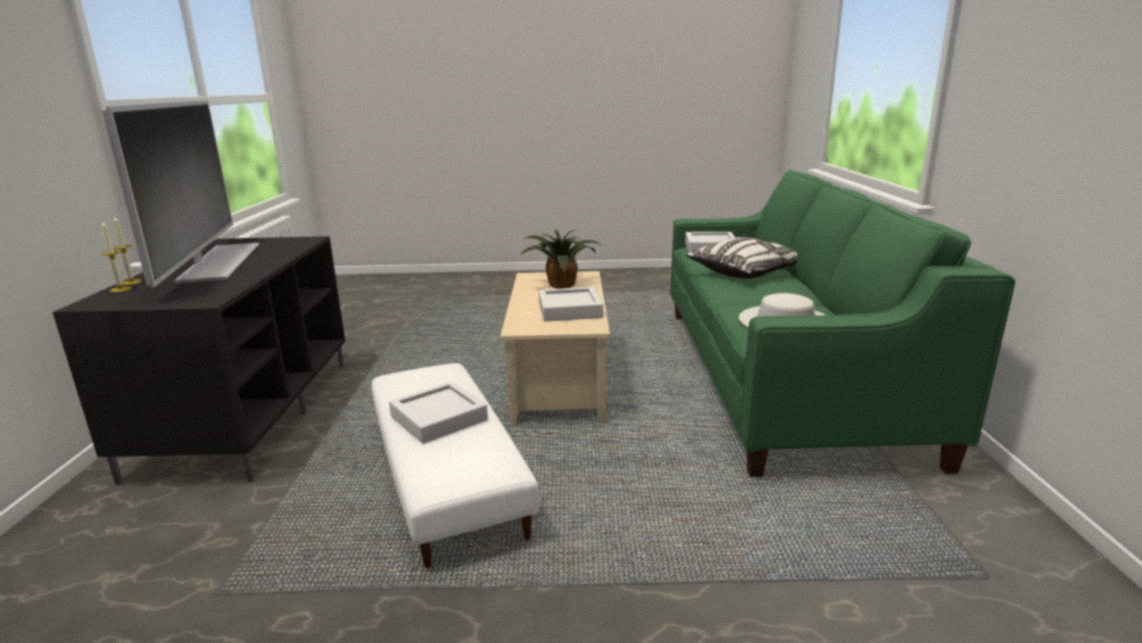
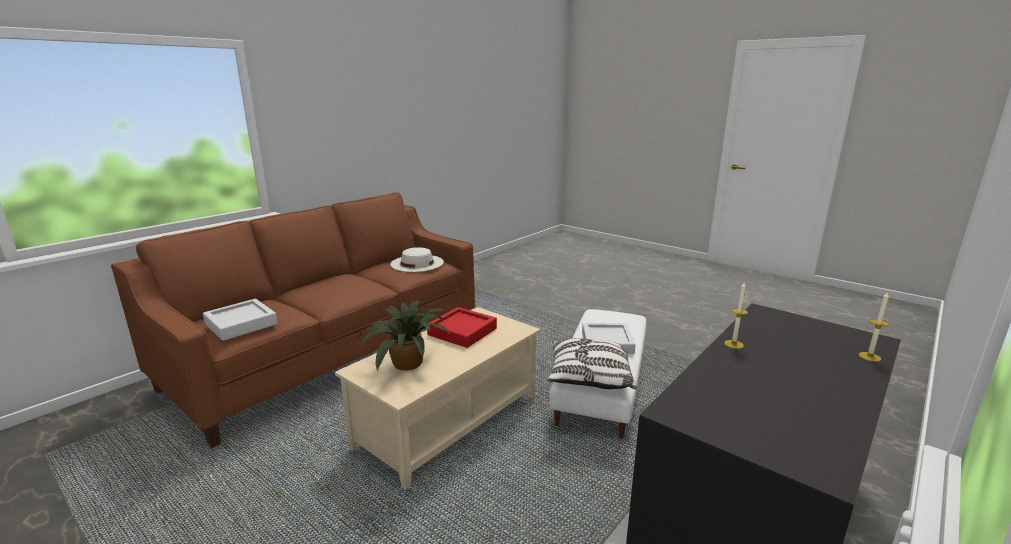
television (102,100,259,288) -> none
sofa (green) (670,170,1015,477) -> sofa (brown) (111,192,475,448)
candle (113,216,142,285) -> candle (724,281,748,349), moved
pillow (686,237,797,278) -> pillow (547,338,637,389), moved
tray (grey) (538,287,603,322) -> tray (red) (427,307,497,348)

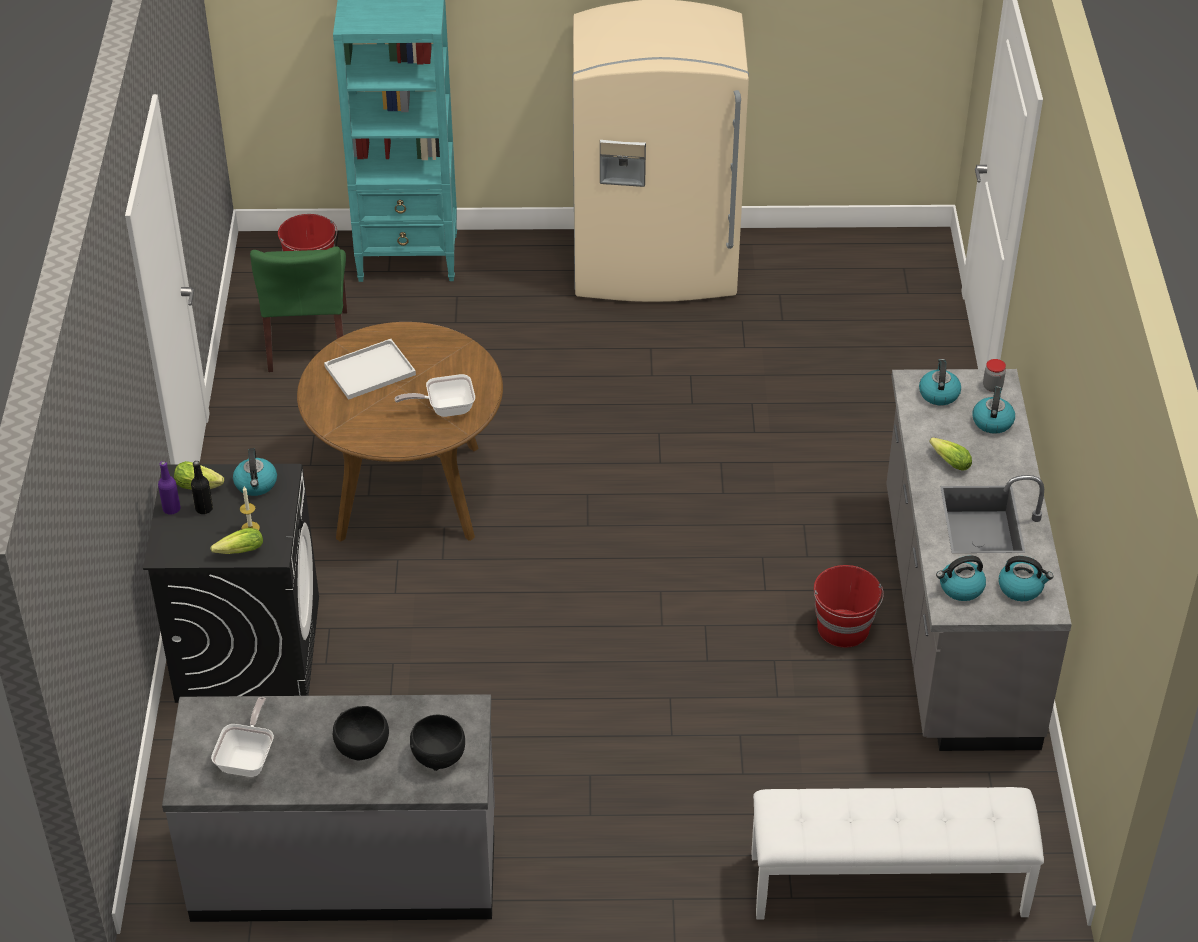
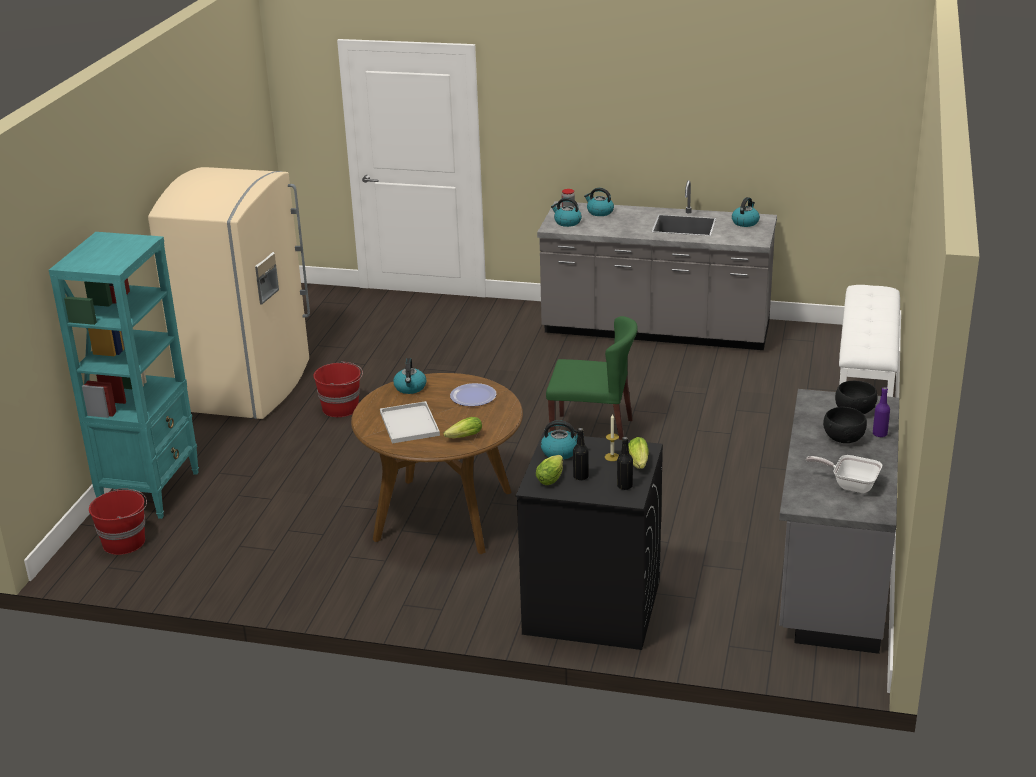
chair (green) (250,247,347,372) -> chair (green) (546,316,638,440), moved
frying pan (395,374,475,417) -> plate (450,383,497,406)
lettuce (930,437,972,471) -> lettuce (443,417,482,438), moved
bottle (purple) (158,461,181,515) -> bottle (purple) (873,387,890,437), moved
kettle (936,556,986,601) -> kettle (393,358,426,394), moved
bucket (red) (814,565,884,647) -> bucket (red) (313,361,363,417), moved
none -> bottle (black) (617,437,633,490)

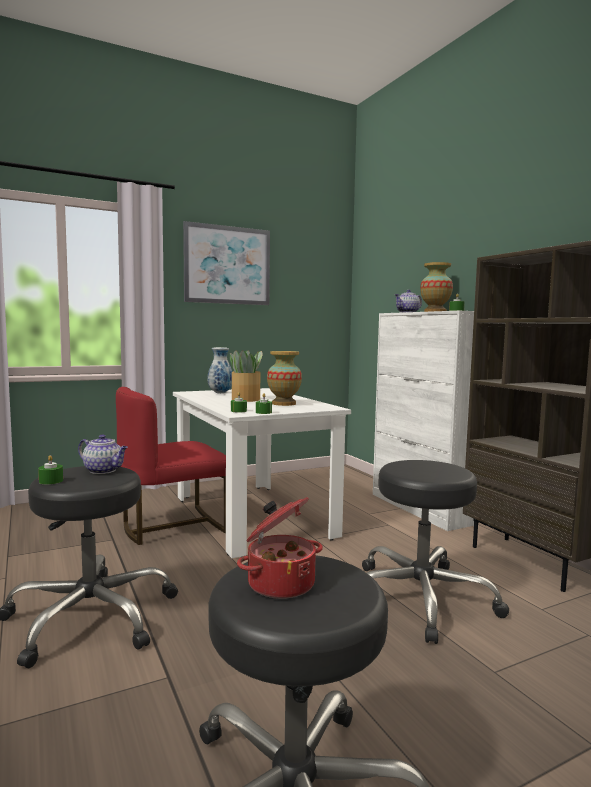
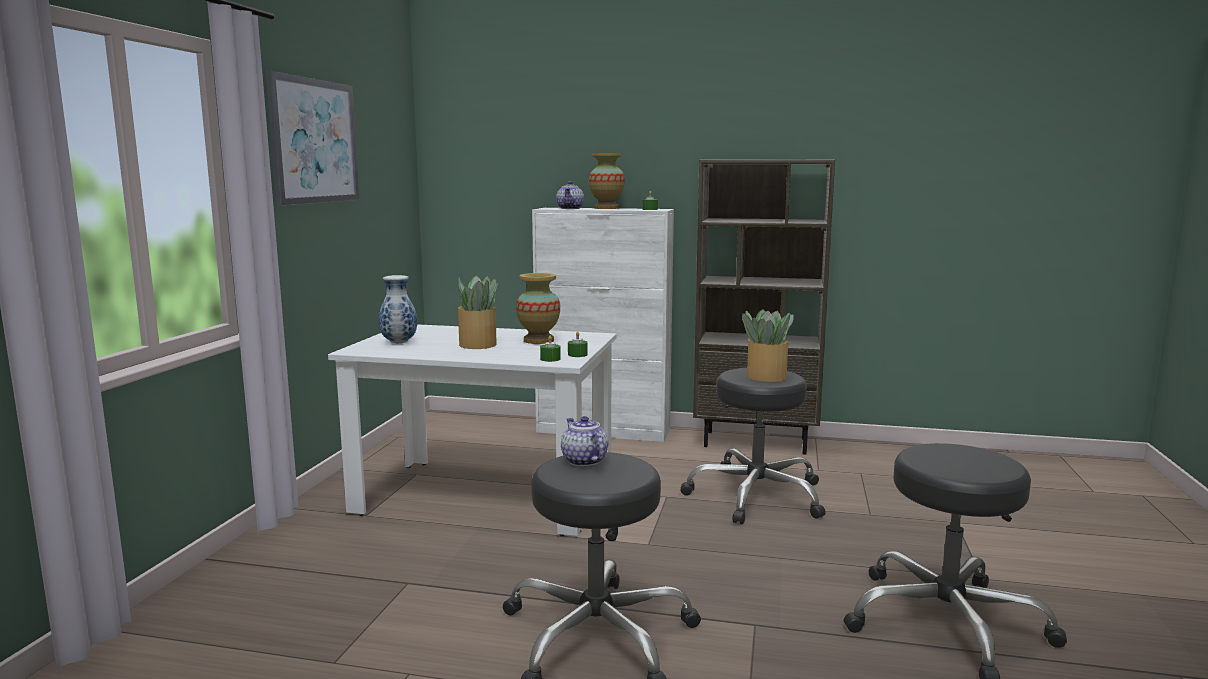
chair (red) (116,387,226,545) -> none
teapot (78,434,128,474) -> teapot (561,416,608,466), 90 degrees counterclockwise
candle (green) (38,455,63,485) -> none
cooking pot (237,497,323,599) -> none
none -> potted plant (742,309,793,382)

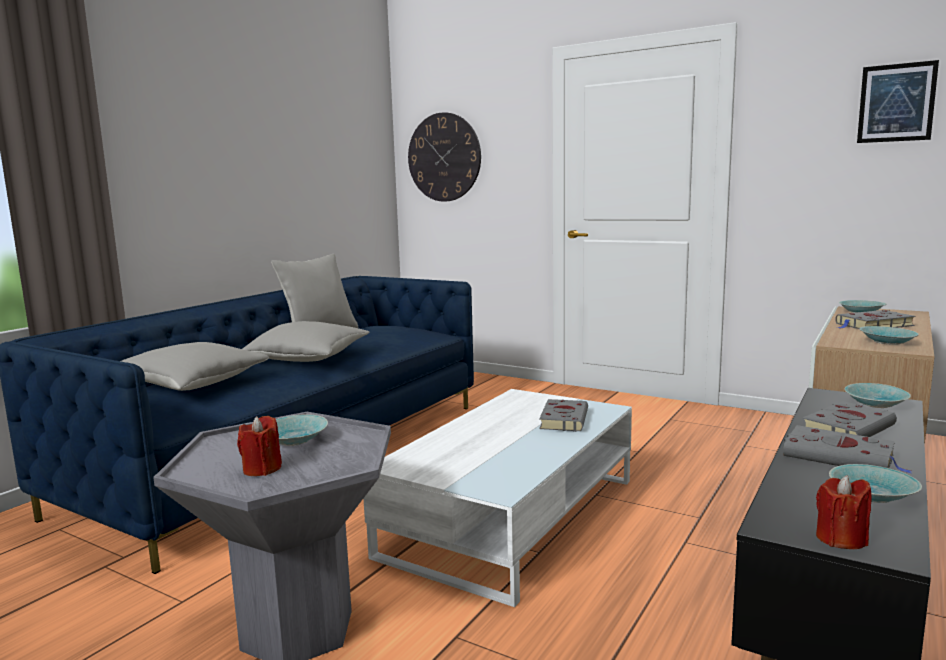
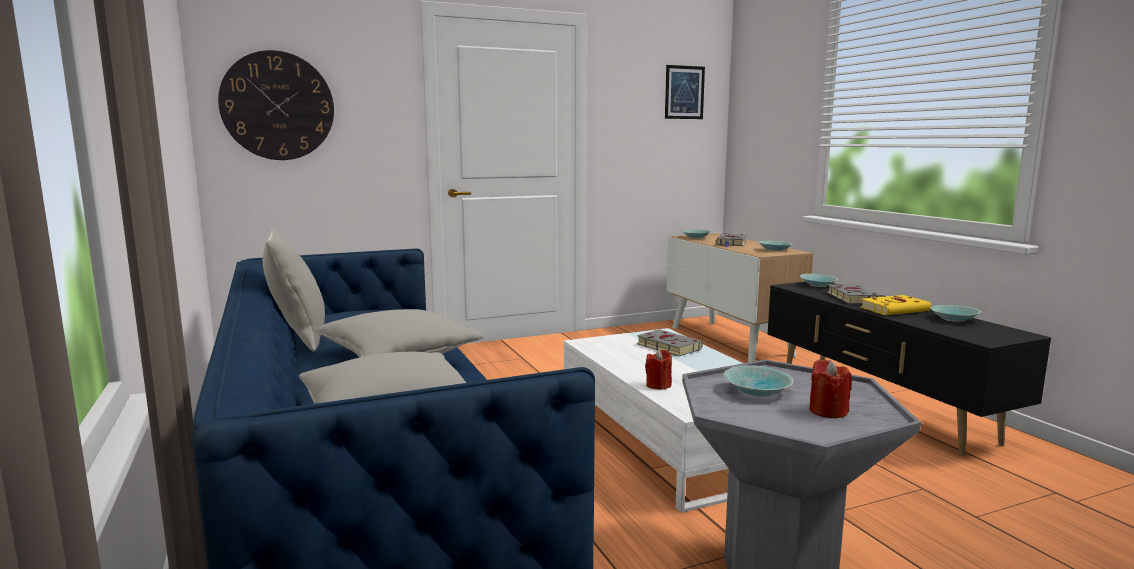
book (grey) (783,425,911,473) -> book (yellow) (860,295,931,315)
candle (red) (816,475,872,549) -> candle (red) (645,350,672,390), moved

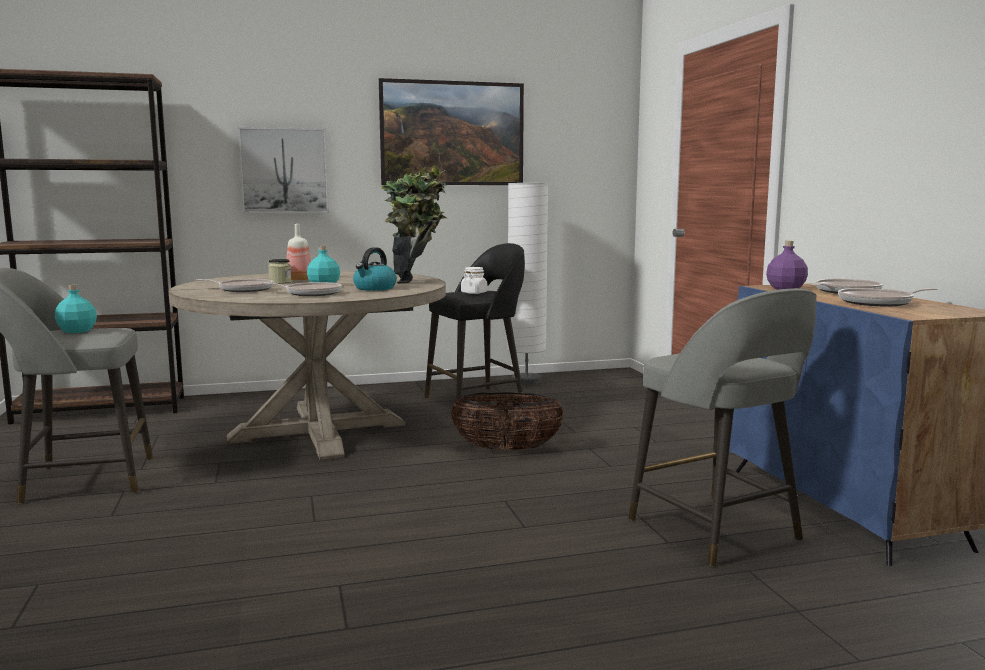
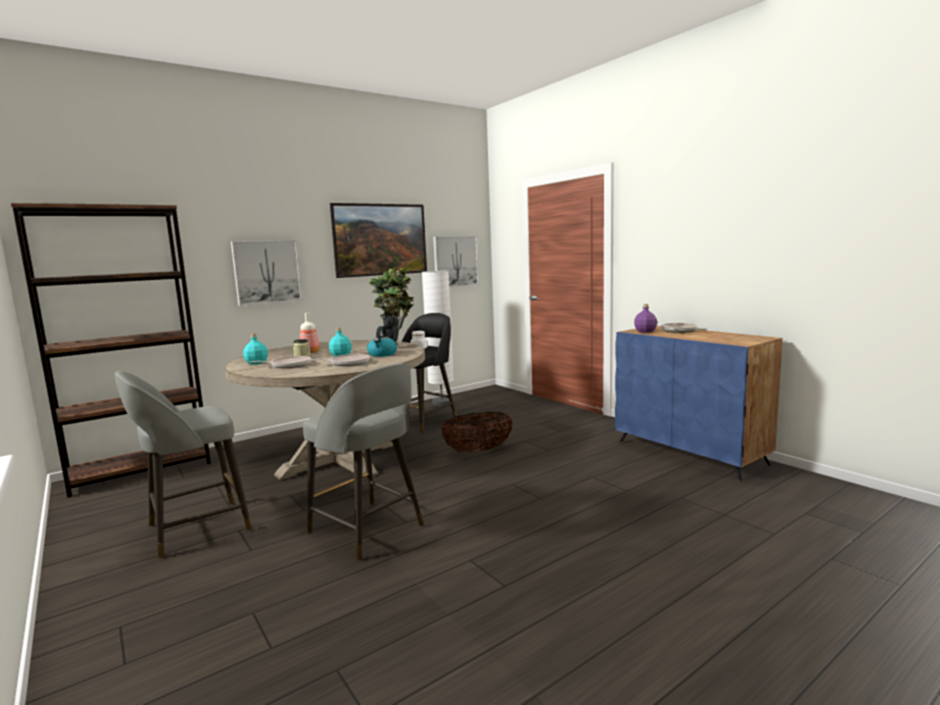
bottle (turquoise) (55,285,97,333) -> bottle (turquoise) (243,334,268,365), moved
stool (grey) (629,288,817,567) -> stool (grey) (303,364,424,561), moved
frying pan (838,288,938,307) -> none
none -> picture (433,236,479,288)

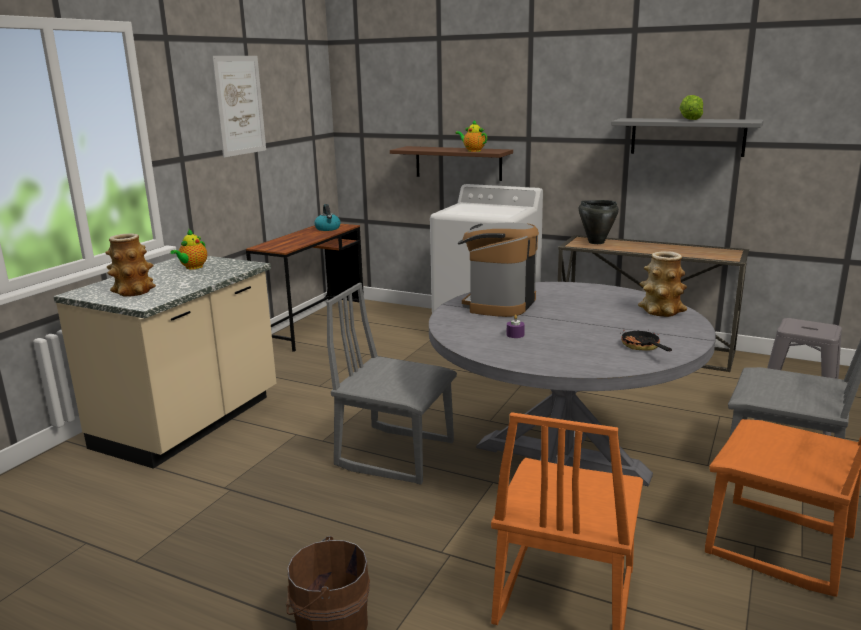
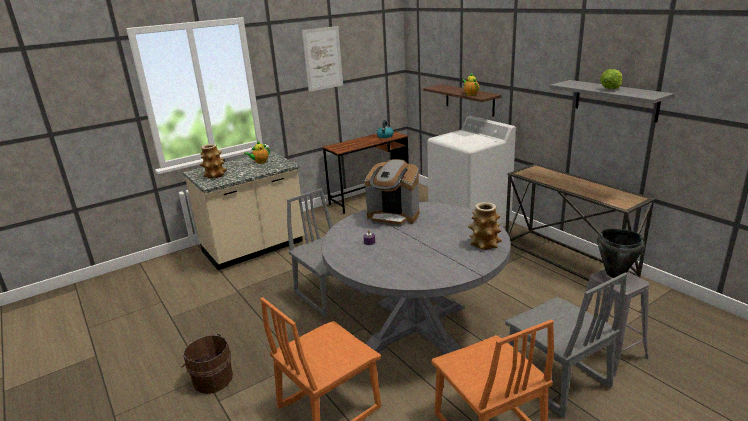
cooking pot (black) (579,200,619,244) -> cooking pot (black) (597,229,644,278), moved
coffee machine (458,223,539,317) -> coffee machine (364,159,420,227), 120 degrees counterclockwise
frying pan (621,324,672,351) -> none

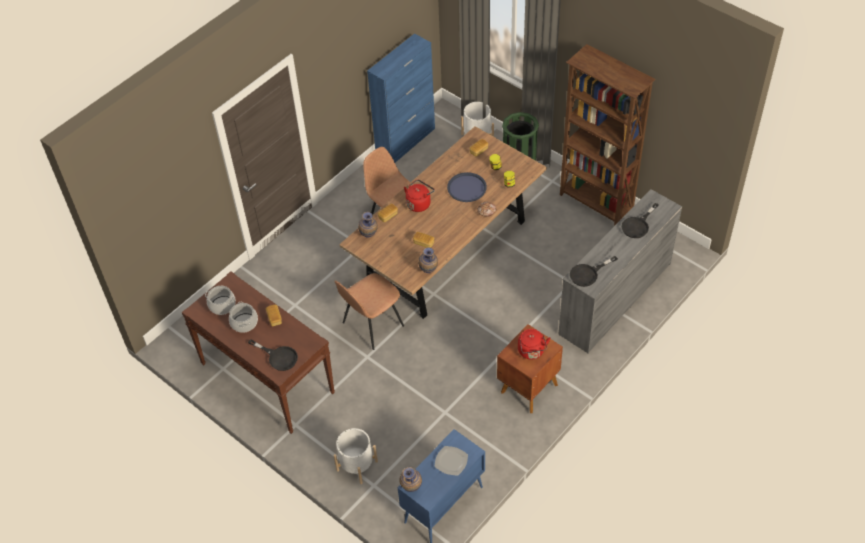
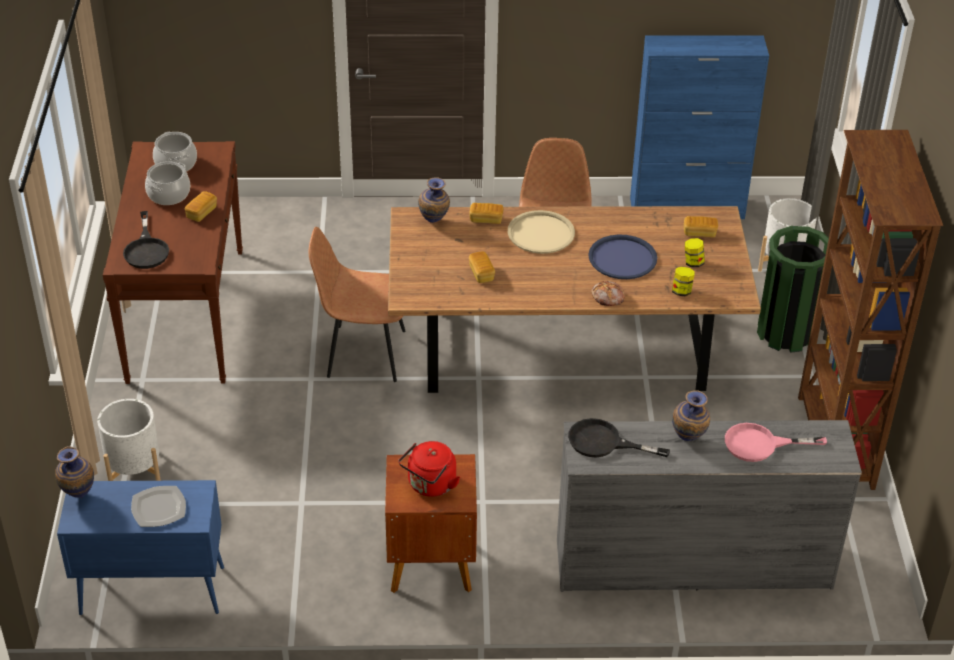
kettle (red) (404,179,435,212) -> tray (beige) (508,210,575,254)
frying pan (black) (622,203,659,238) -> frying pan (pink) (725,423,827,462)
vase (418,247,438,273) -> vase (672,390,710,441), moved

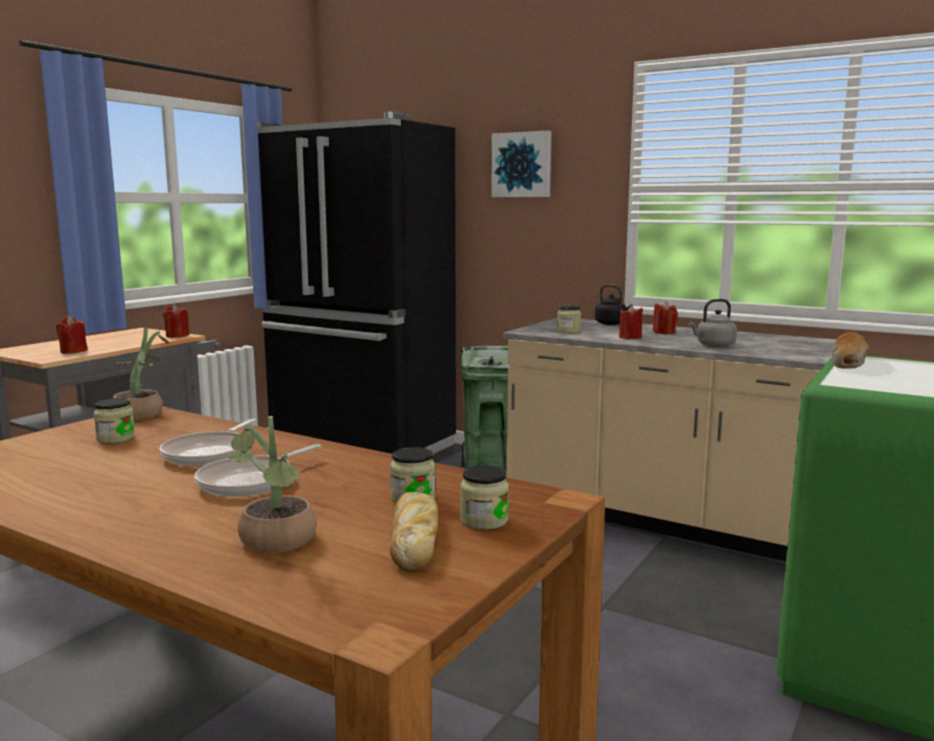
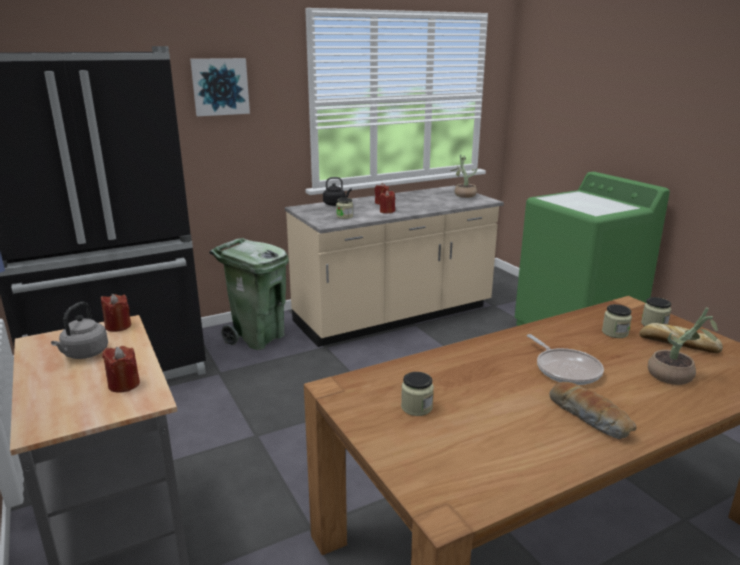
kettle (grey) (688,299,737,347) -> kettle (grey) (51,302,108,359), moved
potted plant (113,327,170,420) -> potted plant (451,155,478,198), moved
bread (831,332,869,369) -> bread (549,382,637,439), moved
frying pan (160,419,256,466) -> none

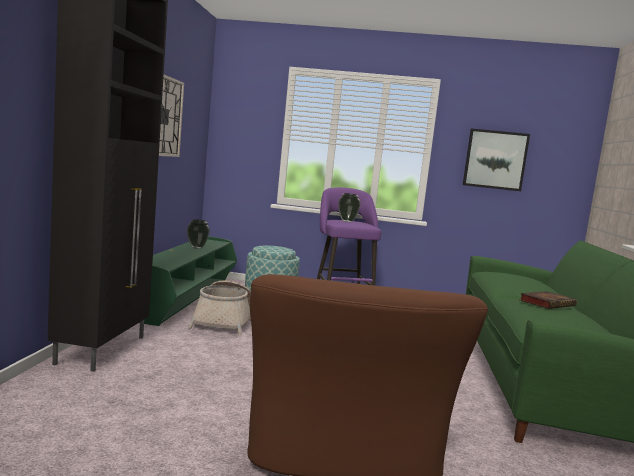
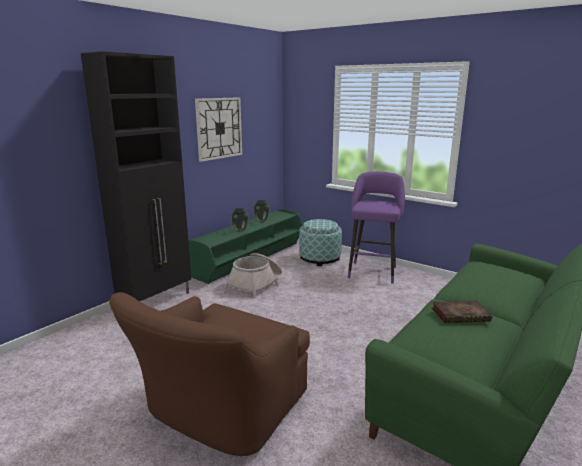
picture (463,128,530,191) -> none
vase (338,193,361,222) -> vase (231,208,249,232), moved

